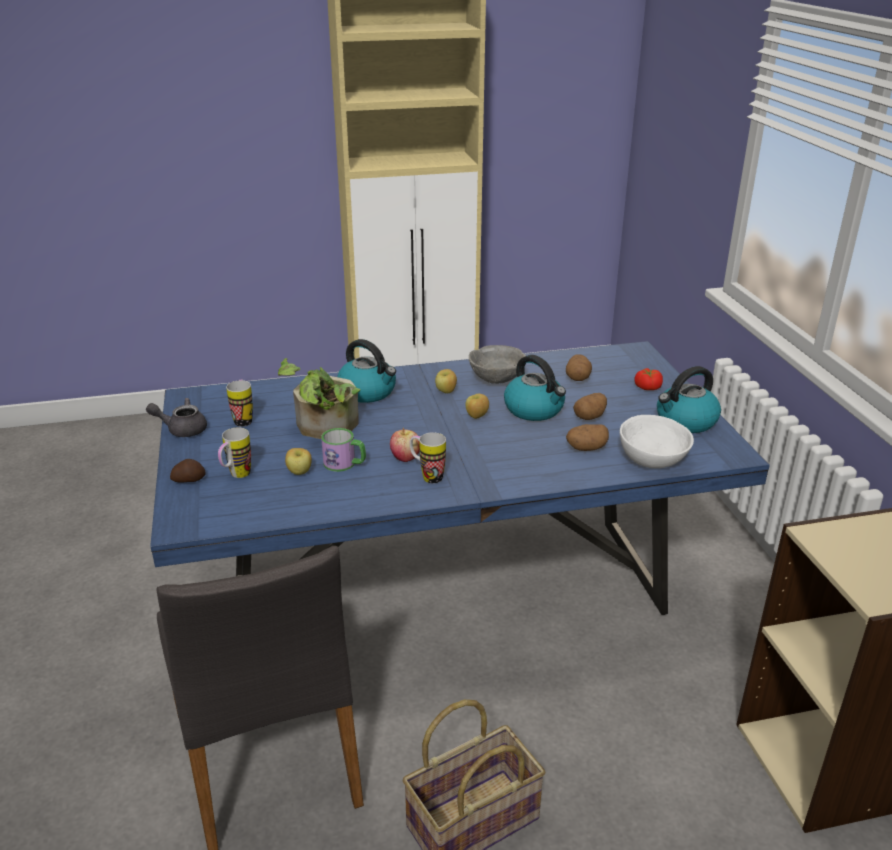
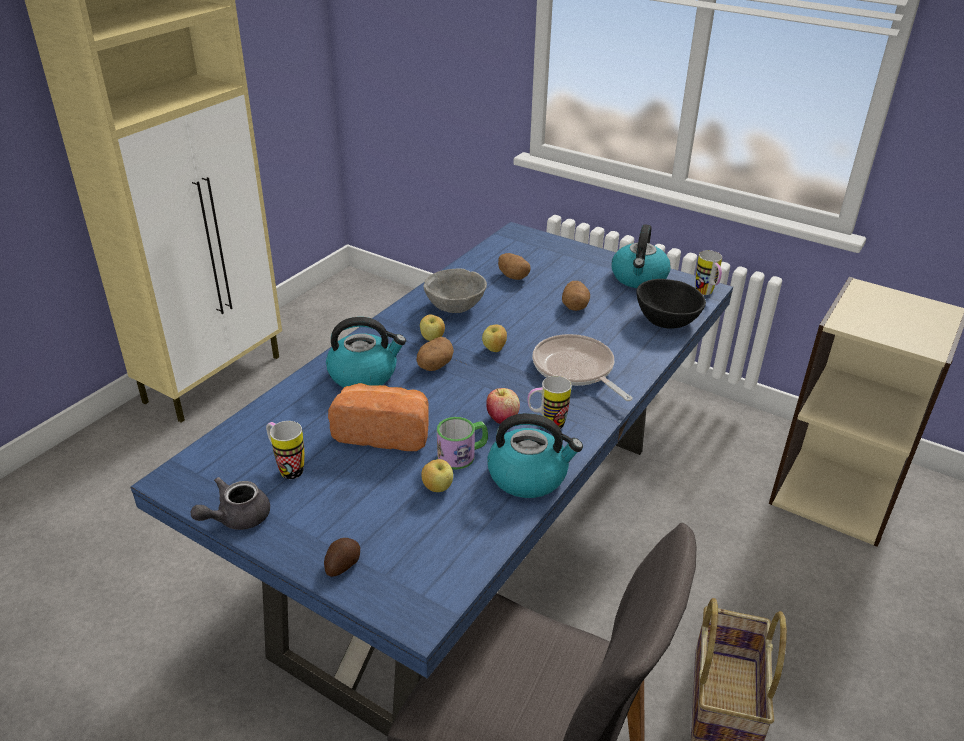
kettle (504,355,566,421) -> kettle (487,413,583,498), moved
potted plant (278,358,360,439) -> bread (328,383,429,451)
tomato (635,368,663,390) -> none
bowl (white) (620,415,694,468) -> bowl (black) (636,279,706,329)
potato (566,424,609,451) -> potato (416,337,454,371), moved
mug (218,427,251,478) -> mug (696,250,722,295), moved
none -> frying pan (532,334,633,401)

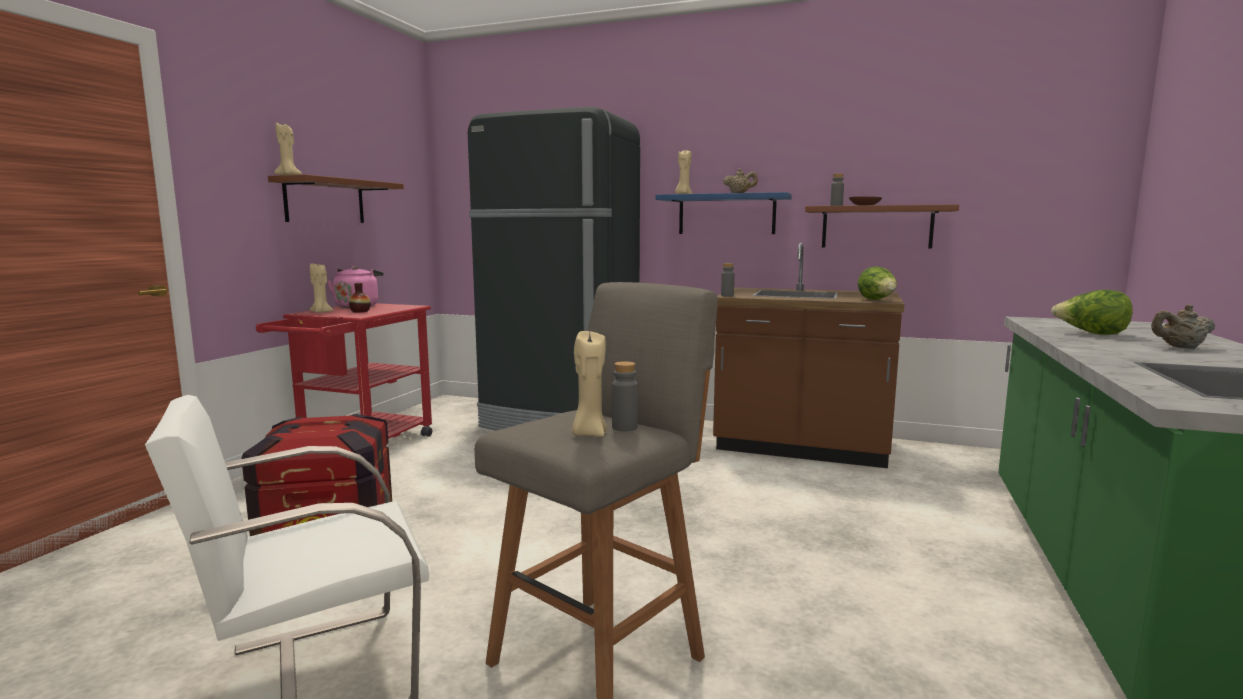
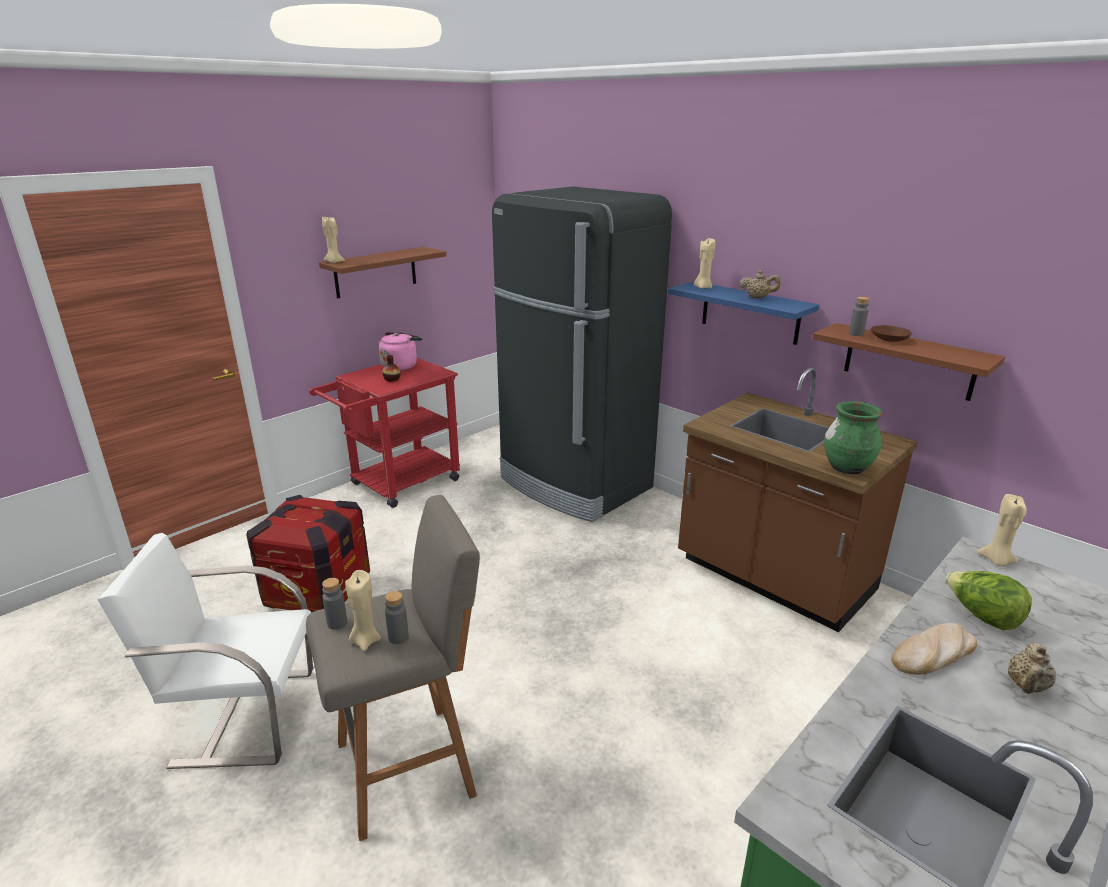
candle (beige) (310,263,333,313) -> candle (beige) (977,494,1027,567), moved
bottle (grey) (721,263,734,296) -> bottle (grey) (322,578,347,630), moved
lettuce (858,267,897,300) -> vase (green) (824,401,883,474)
teapot (beige) (1151,304,1215,349) -> teapot (beige) (1008,642,1056,694), 75 degrees counterclockwise
none -> bread (891,623,977,675)

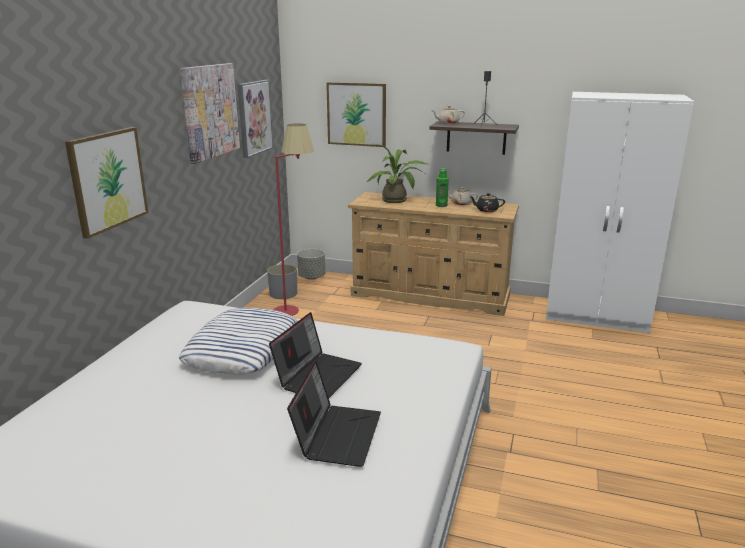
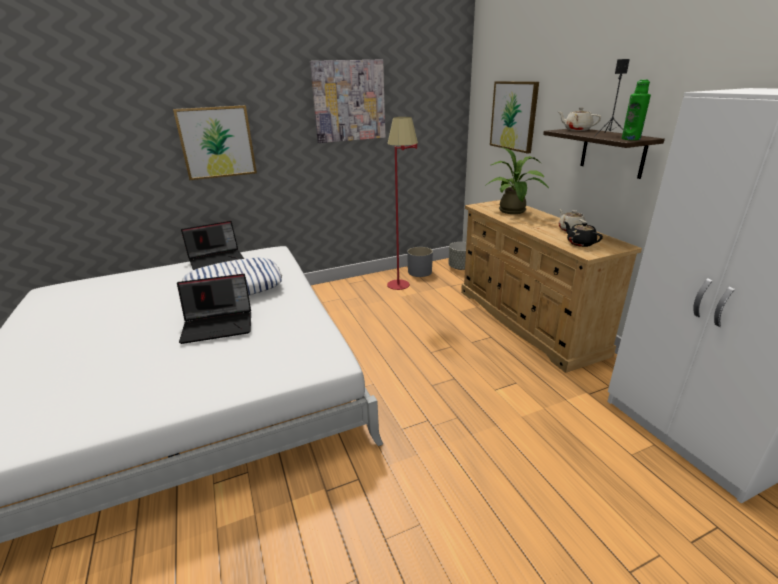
picture (237,80,273,158) -> none
bottle (green) (436,168,449,207) -> bottle (green) (622,79,651,140), moved
laptop (287,361,381,467) -> laptop (181,221,244,270), moved

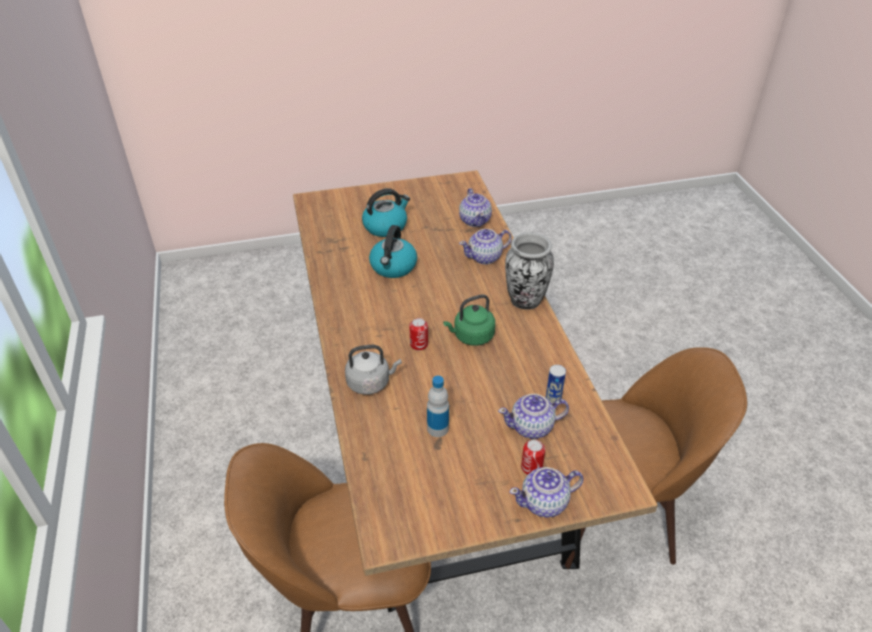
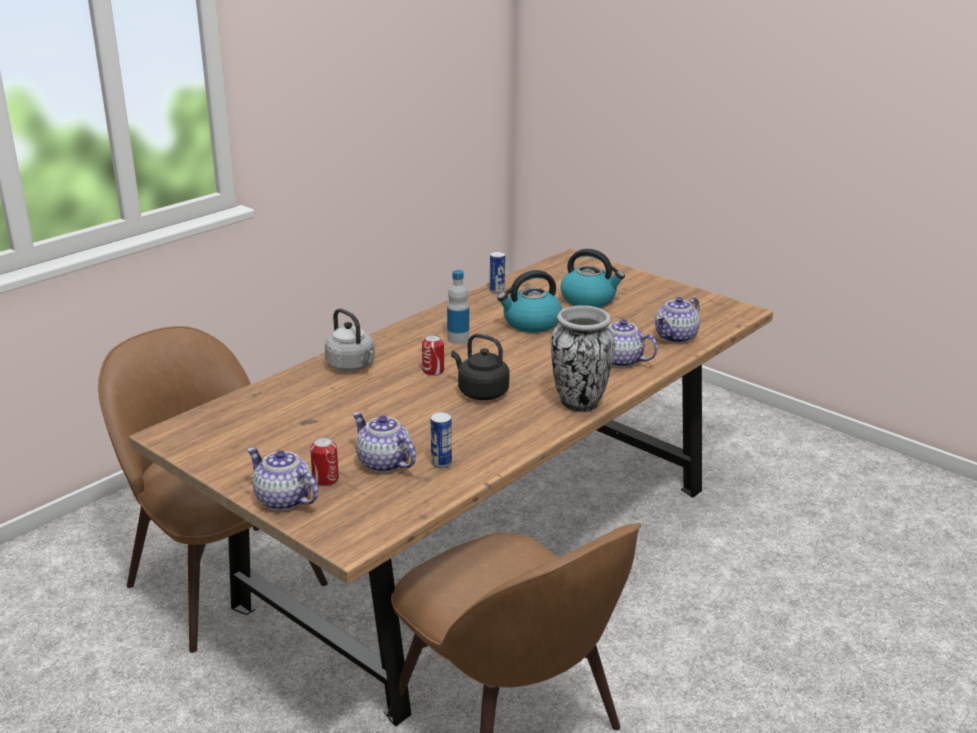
kettle (green) (443,294,495,346) -> kettle (black) (451,333,510,400)
bottle (427,376,449,437) -> bottle (447,270,469,344), moved
none -> can (490,251,505,294)

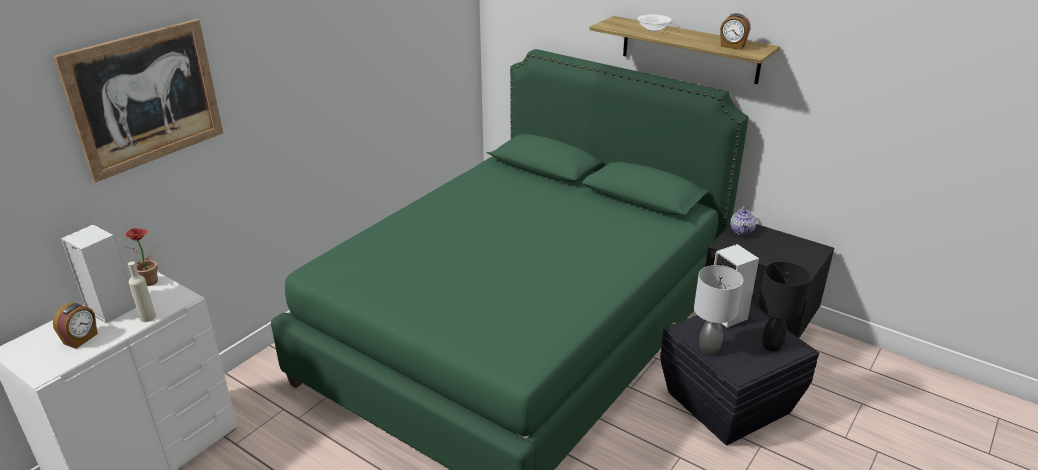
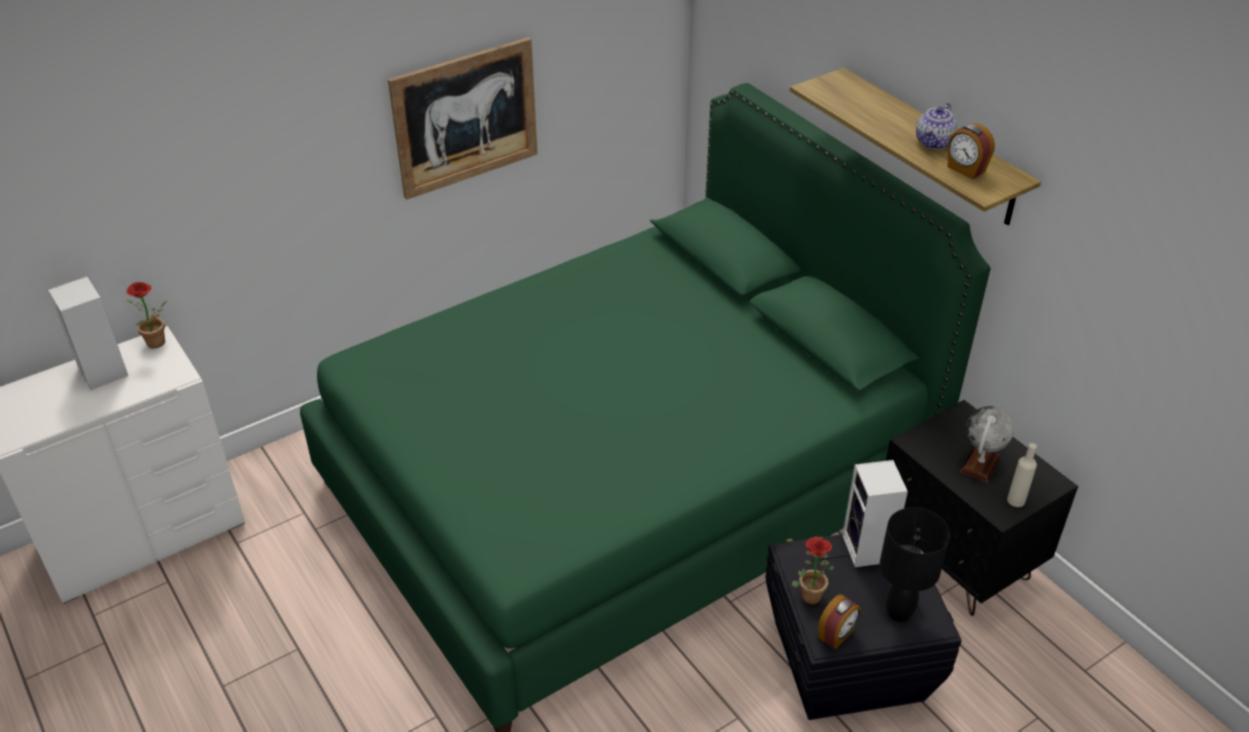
bowl (638,14,671,32) -> none
picture (53,19,223,183) -> picture (388,37,537,200), moved
teapot (730,206,756,235) -> teapot (916,103,958,149), moved
bottle (beige) (128,262,156,322) -> bottle (beige) (1007,443,1037,507), moved
table lamp (grey) (694,265,743,355) -> potted plant (792,537,834,604)
alarm clock (53,303,98,349) -> alarm clock (818,594,861,649), moved
none -> globe (960,406,1014,483)

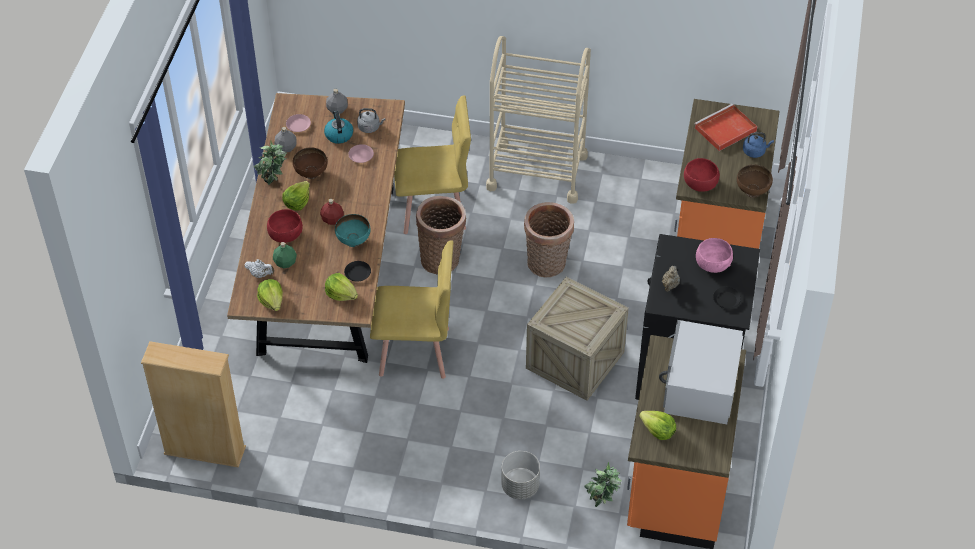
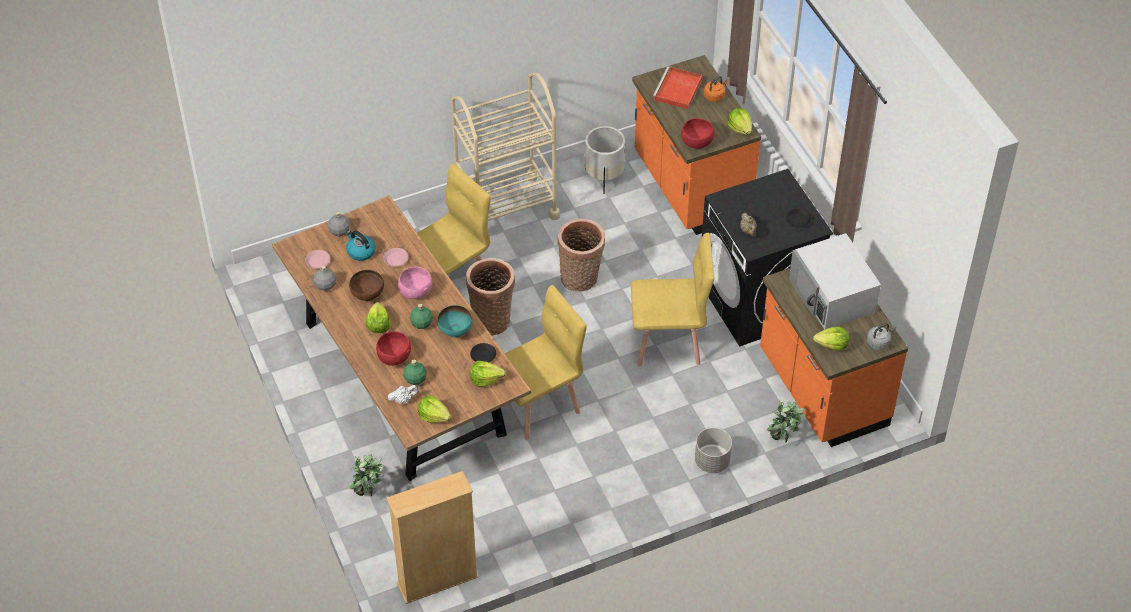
kettle (grey) (357,108,385,133) -> kettle (grey) (867,323,896,350), moved
kettle (blue) (743,132,774,158) -> kettle (orange) (704,76,729,102)
potted plant (254,141,287,185) -> potted plant (349,454,384,496), moved
bowl (brown) (737,164,773,198) -> lettuce (727,108,752,135)
bottle (red) (320,199,344,225) -> bottle (green) (410,304,433,329)
bowl (pink) (696,238,733,273) -> bowl (pink) (398,266,432,299), moved
crate (526,277,629,401) -> chair (yellow) (631,233,714,366)
none -> planter (white) (585,126,625,194)

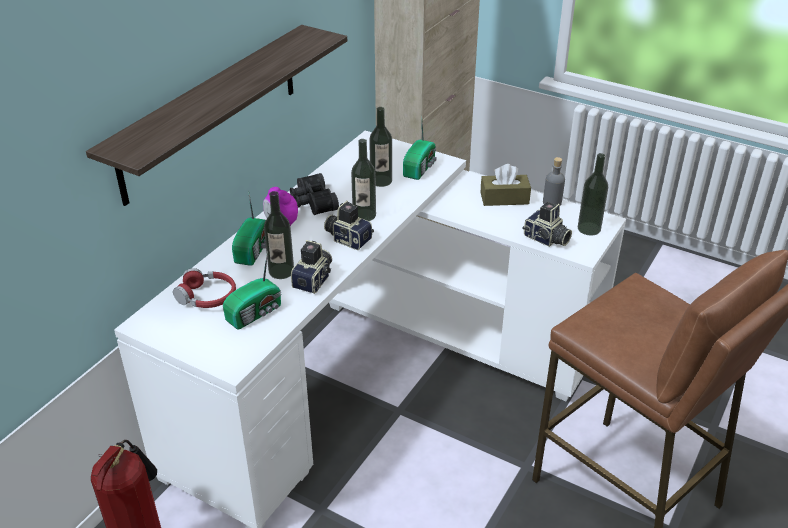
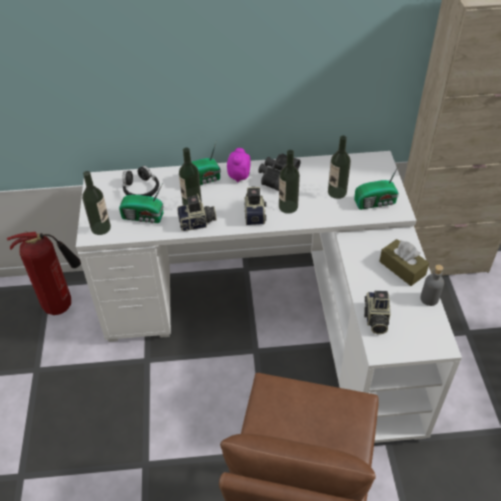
shelf (86,25,347,206) -> none
bottle (578,153,608,235) -> bottle (82,171,111,235), moved
headphones (red) (173,268,236,308) -> headphones (black) (123,166,159,196)

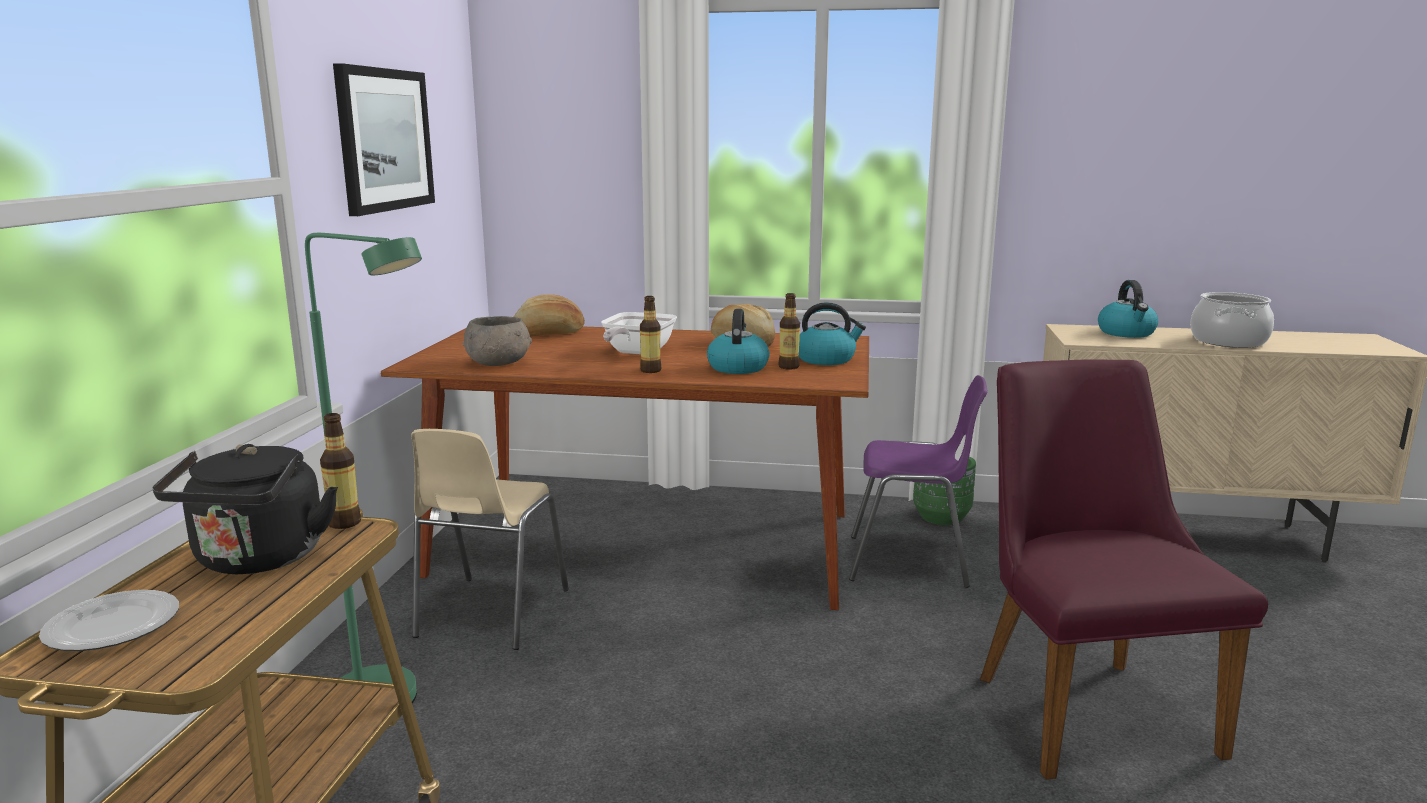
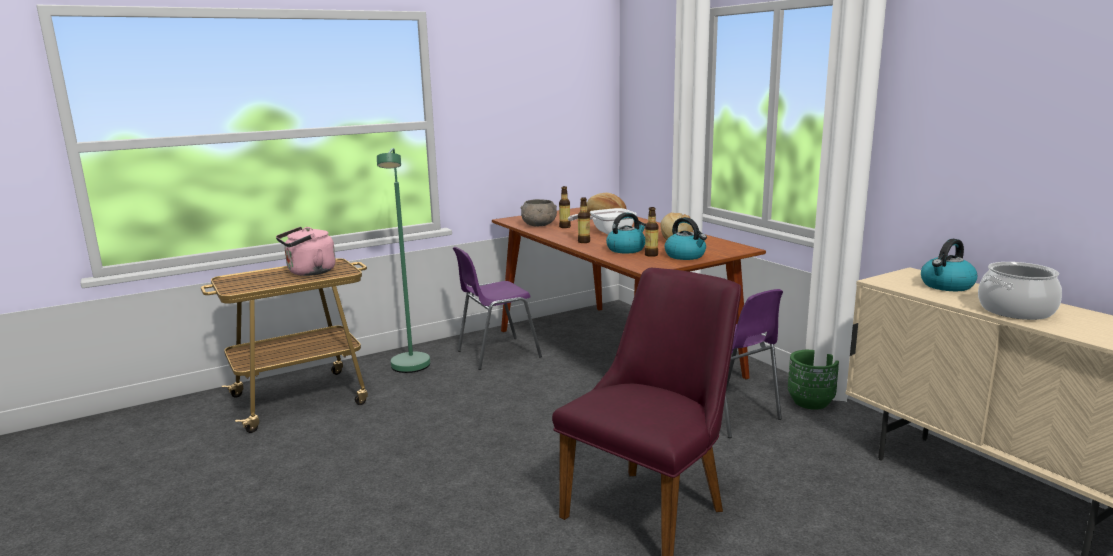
picture (333,63,435,216) -> none
bottle (320,413,361,529) -> bottle (559,186,571,228), moved
chair (beige) (411,429,569,650) -> chair (purple) (453,247,542,370)
kettle (black) (153,444,338,574) -> kettle (pink) (276,227,336,276)
plate (39,590,179,651) -> none

